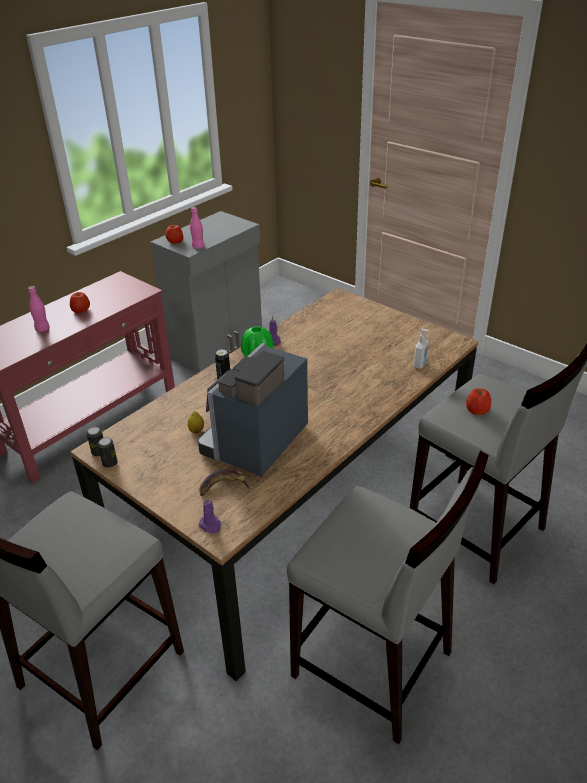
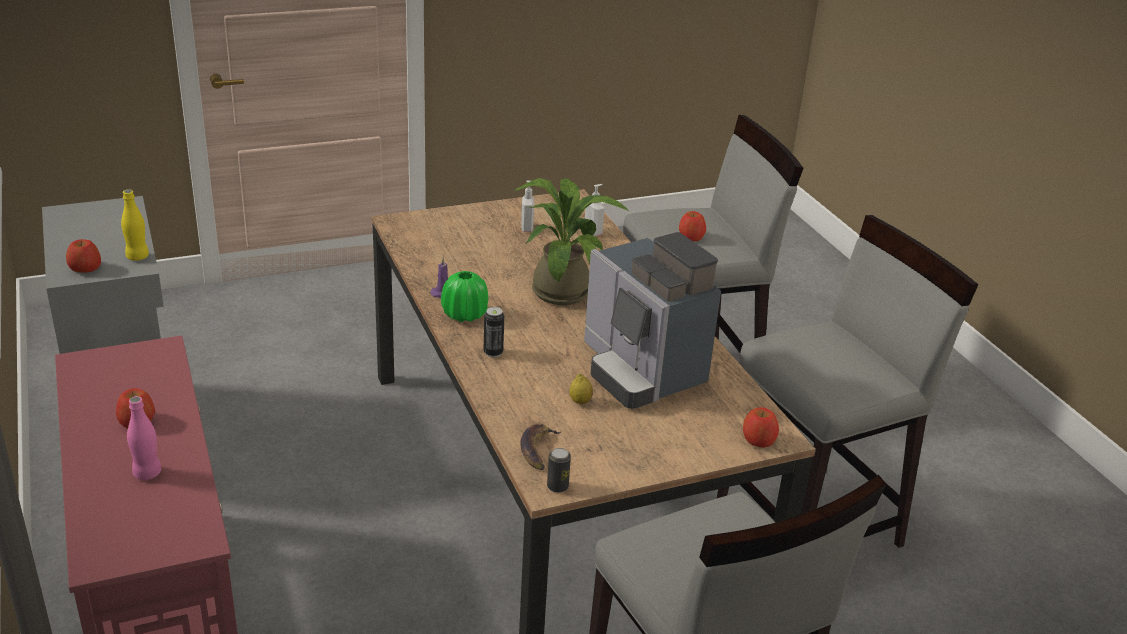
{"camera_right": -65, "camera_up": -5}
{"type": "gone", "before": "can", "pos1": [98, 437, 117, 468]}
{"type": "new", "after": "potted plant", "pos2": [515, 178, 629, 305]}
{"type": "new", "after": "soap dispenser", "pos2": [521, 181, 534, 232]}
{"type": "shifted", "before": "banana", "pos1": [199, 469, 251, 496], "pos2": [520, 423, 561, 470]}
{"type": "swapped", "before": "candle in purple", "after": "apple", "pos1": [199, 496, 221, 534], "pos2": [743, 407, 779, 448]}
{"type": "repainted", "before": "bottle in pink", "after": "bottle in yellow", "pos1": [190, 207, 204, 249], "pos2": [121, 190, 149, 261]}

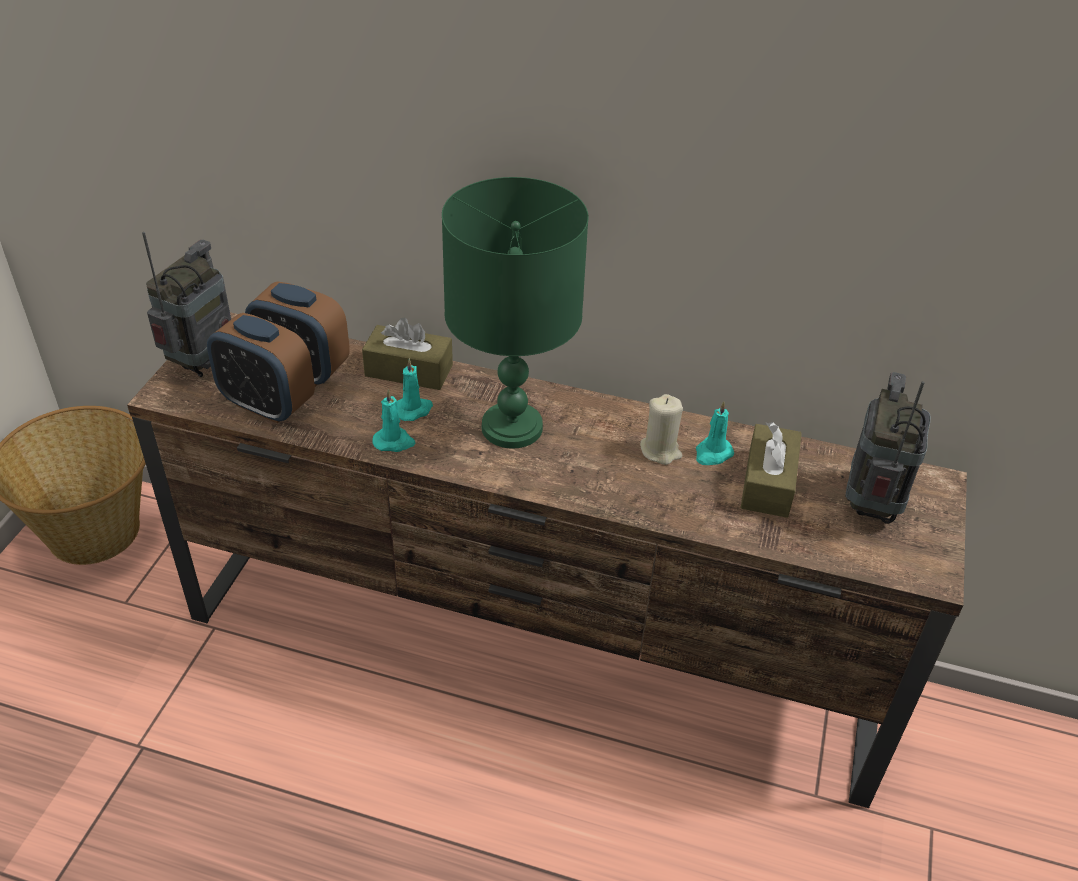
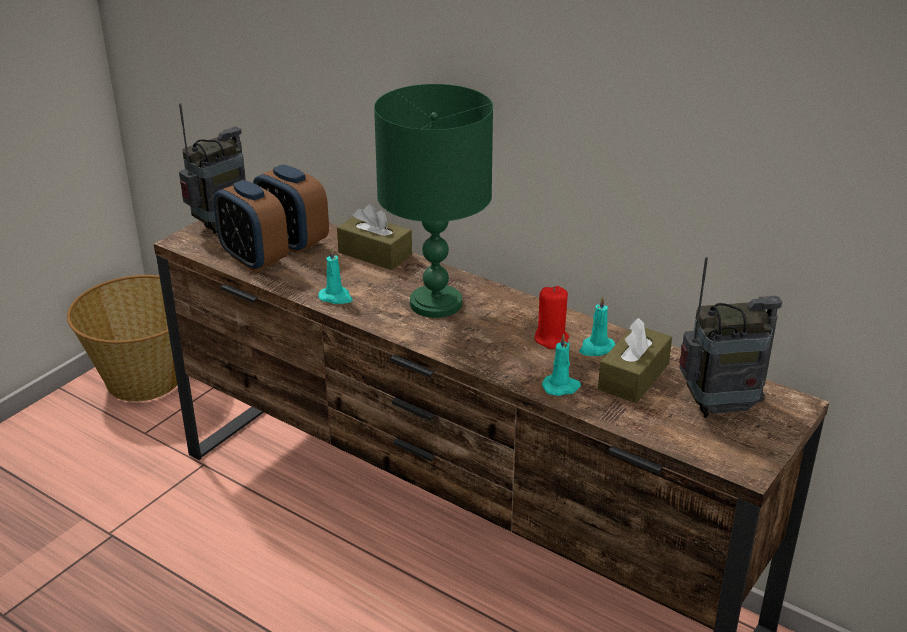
{"camera_right": 20, "camera_up": -10}
{"type": "shifted", "before": "candle in turquoise", "pos1": [397, 358, 433, 421], "pos2": [542, 334, 581, 396]}
{"type": "repainted", "before": "candle in beige", "after": "candle in red", "pos1": [640, 394, 683, 465], "pos2": [535, 286, 569, 349]}
{"type": "rotated", "before": "radio", "pos1": [845, 372, 931, 524], "pos2": [679, 257, 782, 418], "turn": 45}

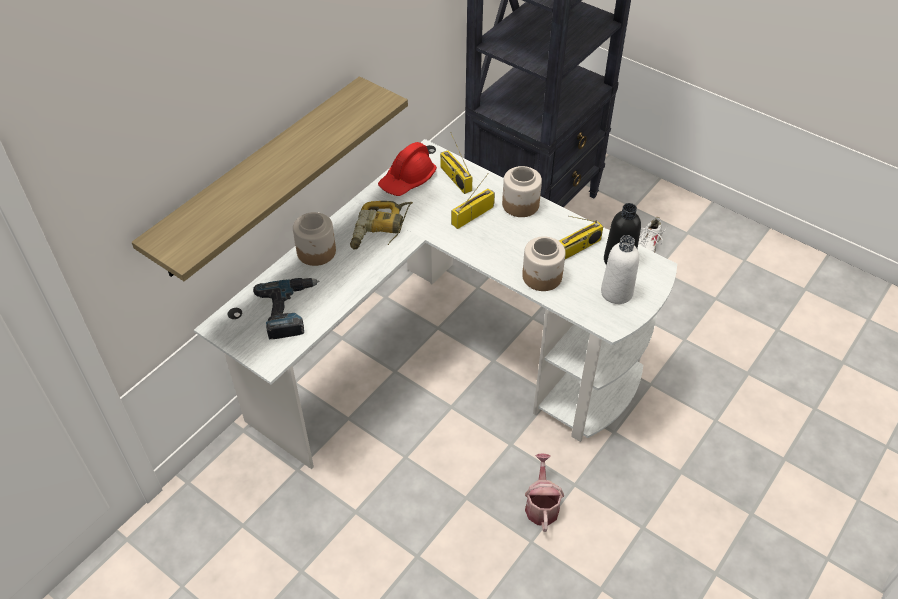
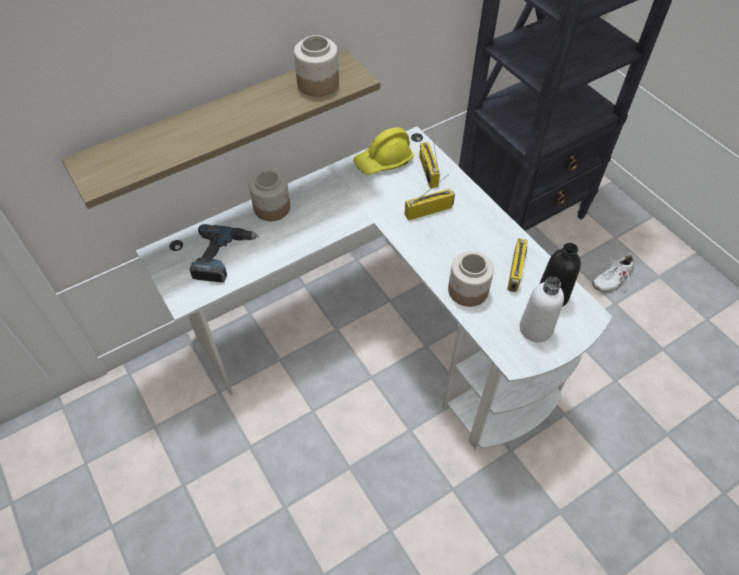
{"camera_right": 20, "camera_up": 5}
{"type": "gone", "before": "power drill", "pos1": [350, 201, 413, 249]}
{"type": "gone", "before": "watering can", "pos1": [525, 454, 564, 532]}
{"type": "shifted", "before": "jar", "pos1": [502, 166, 542, 217], "pos2": [294, 35, 339, 97]}
{"type": "repainted", "before": "hard hat in red", "after": "hard hat in yellow", "pos1": [378, 142, 437, 196], "pos2": [353, 127, 414, 175]}
{"type": "rotated", "before": "radio", "pos1": [559, 216, 603, 259], "pos2": [507, 238, 528, 292], "turn": -60}

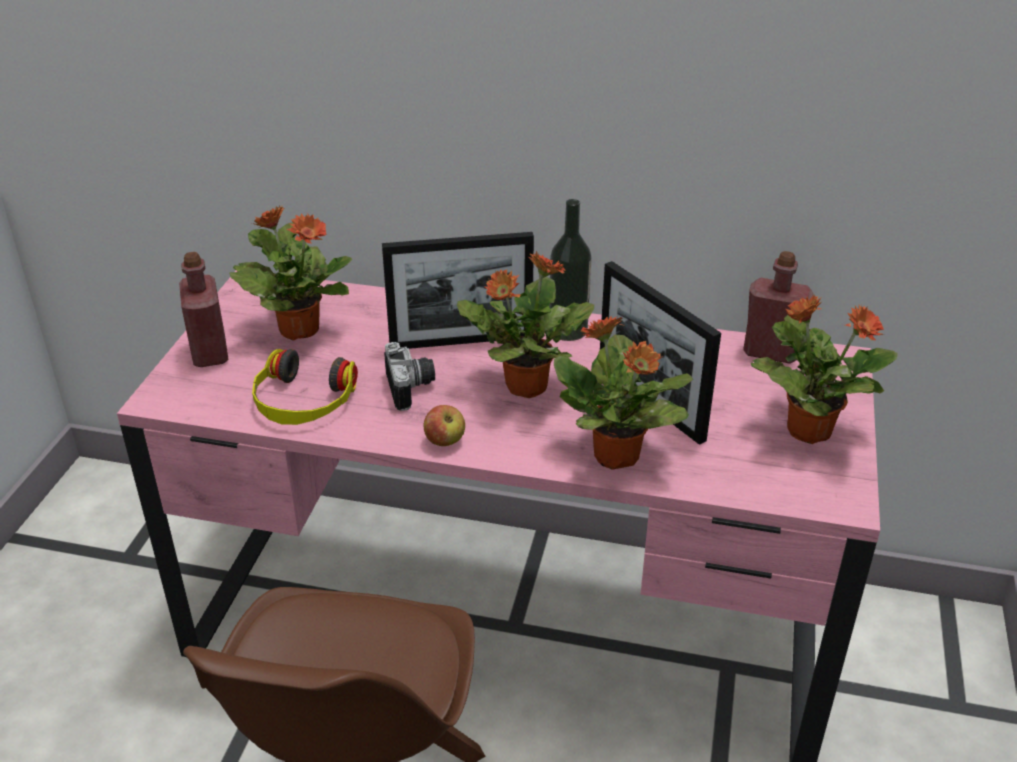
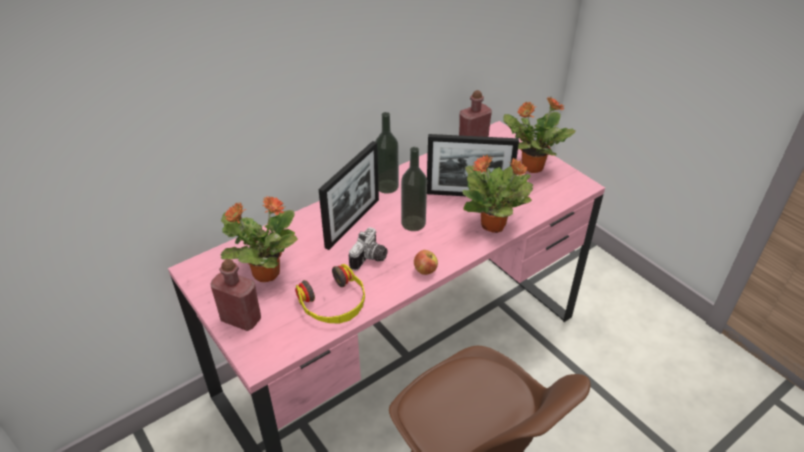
{"camera_right": -50, "camera_up": 5}
{"type": "swapped", "before": "potted plant", "after": "bottle", "pos1": [457, 251, 594, 398], "pos2": [401, 147, 427, 231]}
{"type": "rotated", "before": "photo camera", "pos1": [384, 342, 435, 411], "pos2": [349, 227, 388, 271], "turn": 90}

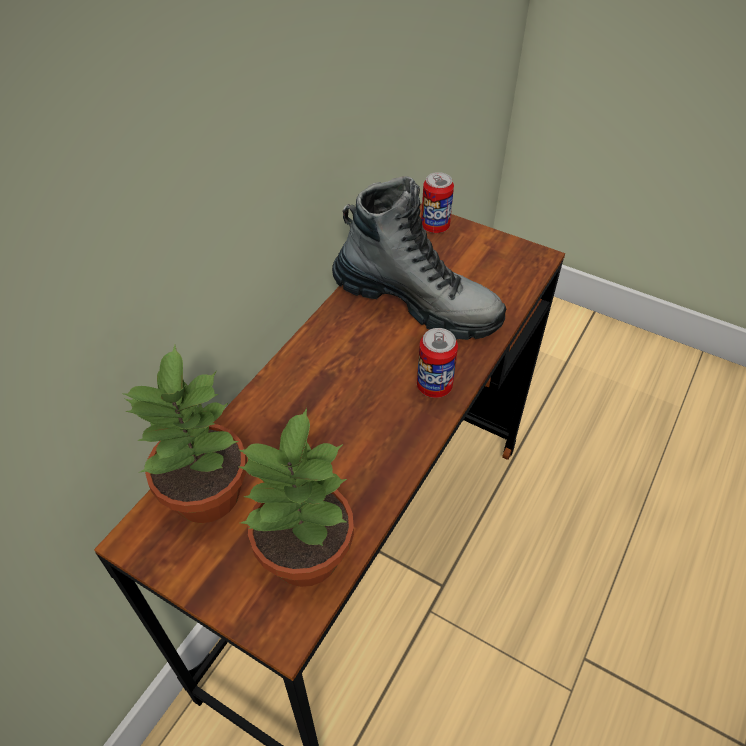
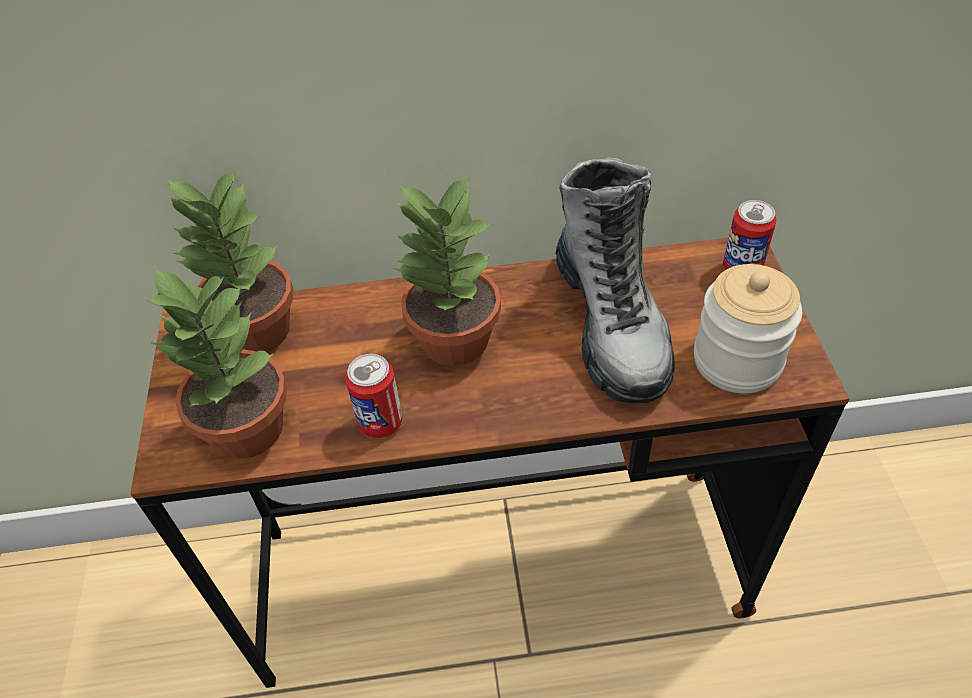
{"camera_right": 55, "camera_up": 0}
{"type": "new", "after": "potted plant", "pos2": [393, 176, 501, 366]}
{"type": "new", "after": "jar", "pos2": [694, 264, 802, 393]}
{"type": "shifted", "before": "can", "pos1": [417, 328, 458, 398], "pos2": [345, 354, 403, 438]}

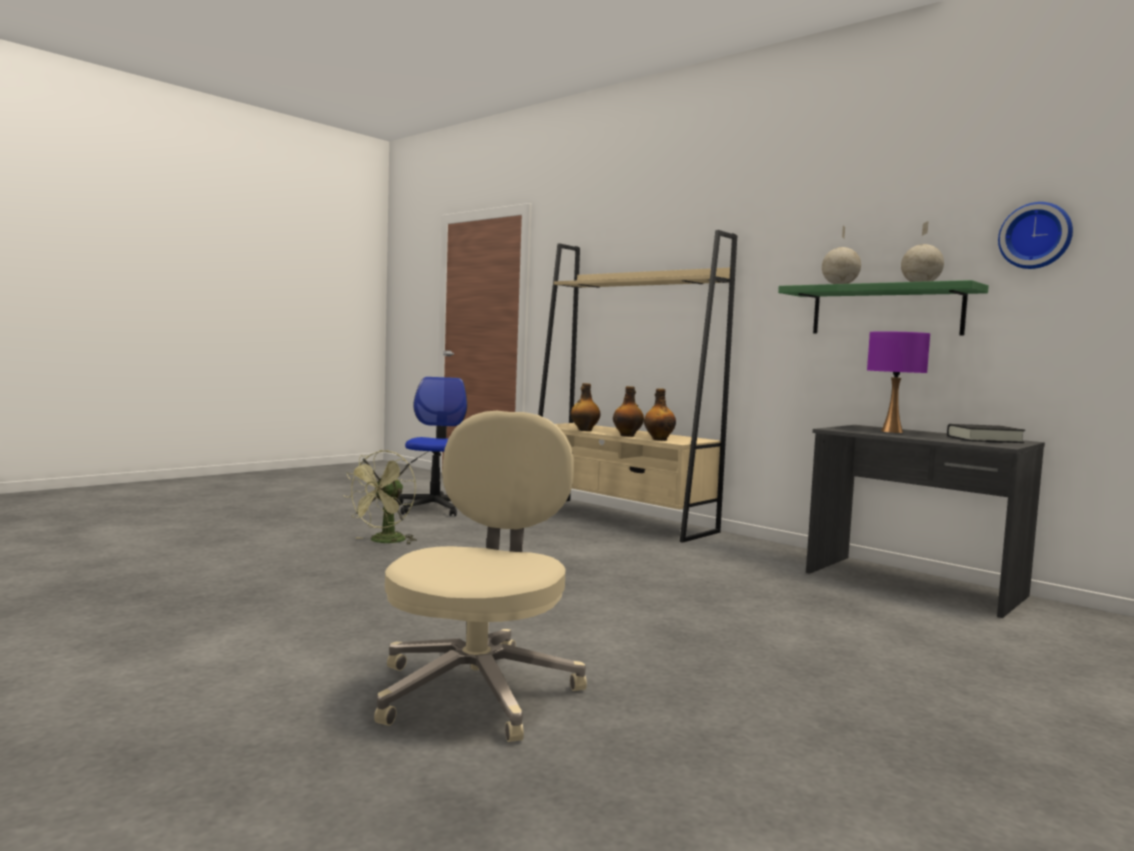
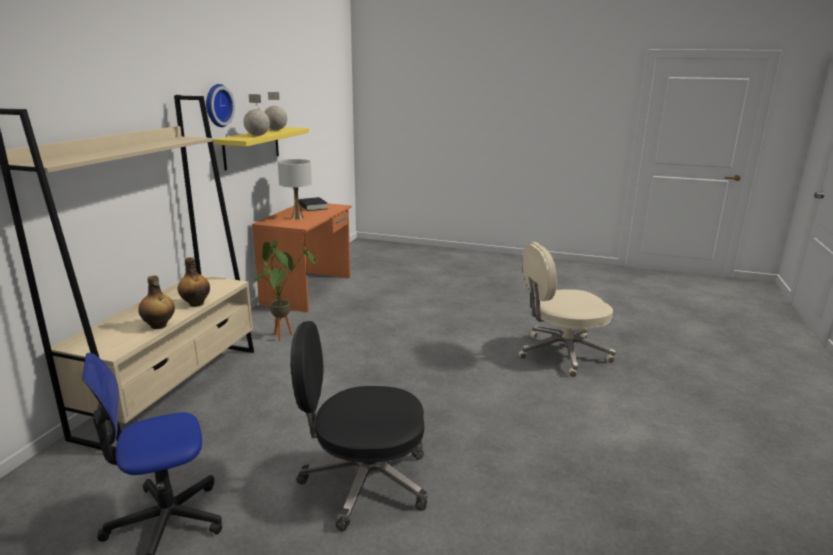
{"camera_right": -115, "camera_up": 15}
{"type": "gone", "before": "bottle", "pos1": [644, 389, 676, 441]}
{"type": "new", "after": "potted plant", "pos2": [254, 240, 317, 341]}
{"type": "shifted", "before": "wall clock", "pos1": [998, 202, 1073, 269], "pos2": [206, 84, 235, 127]}
{"type": "swapped", "before": "fan in green", "after": "office chair in black", "pos1": [343, 450, 417, 545], "pos2": [290, 321, 427, 531]}
{"type": "repainted", "before": "shelf in green", "after": "shelf in yellow", "pos1": [778, 280, 989, 336], "pos2": [214, 127, 309, 171]}
{"type": "repainted", "before": "desk in grey", "after": "desk in orange", "pos1": [806, 425, 1045, 618], "pos2": [252, 203, 351, 312]}
{"type": "repainted", "before": "table lamp in purple", "after": "table lamp in white", "pos1": [867, 331, 930, 433], "pos2": [278, 159, 312, 220]}

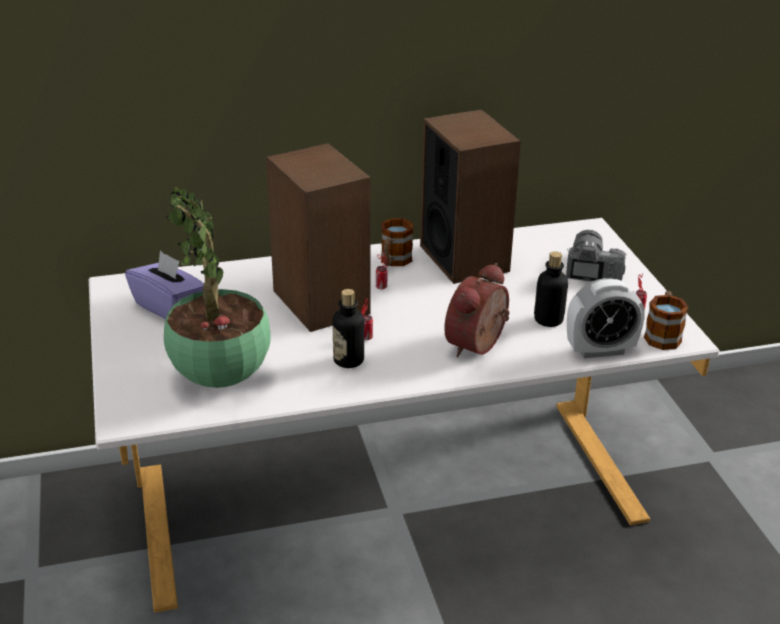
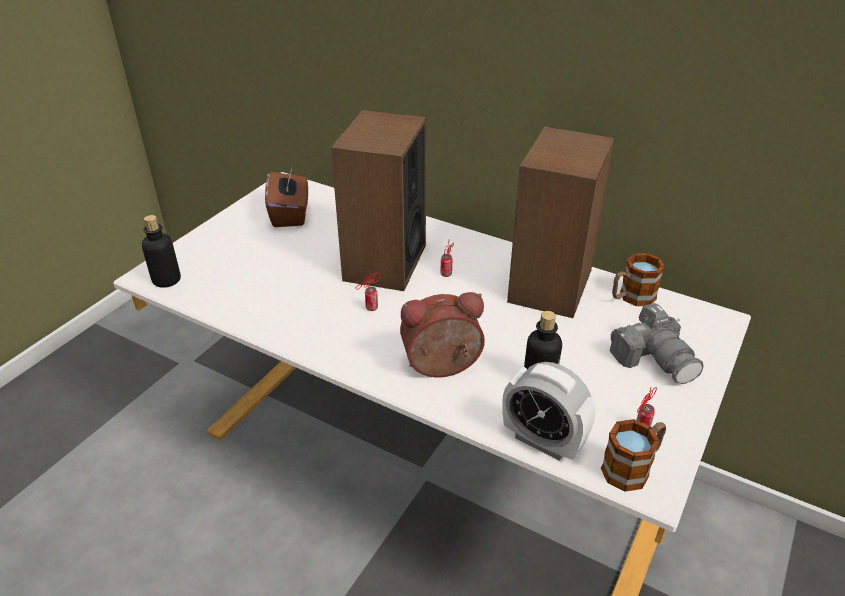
{"camera_right": 45, "camera_up": 5}
{"type": "gone", "before": "potted plant", "pos1": [164, 187, 271, 388]}
{"type": "shifted", "before": "bottle", "pos1": [332, 289, 364, 368], "pos2": [142, 215, 181, 288]}
{"type": "shifted", "before": "mug", "pos1": [381, 218, 413, 266], "pos2": [612, 253, 665, 306]}
{"type": "repainted", "before": "tissue box in purple", "after": "tissue box in brown", "pos1": [125, 251, 204, 319], "pos2": [265, 169, 308, 227]}
{"type": "rotated", "before": "photo camera", "pos1": [566, 230, 627, 282], "pos2": [610, 303, 704, 384], "turn": 105}

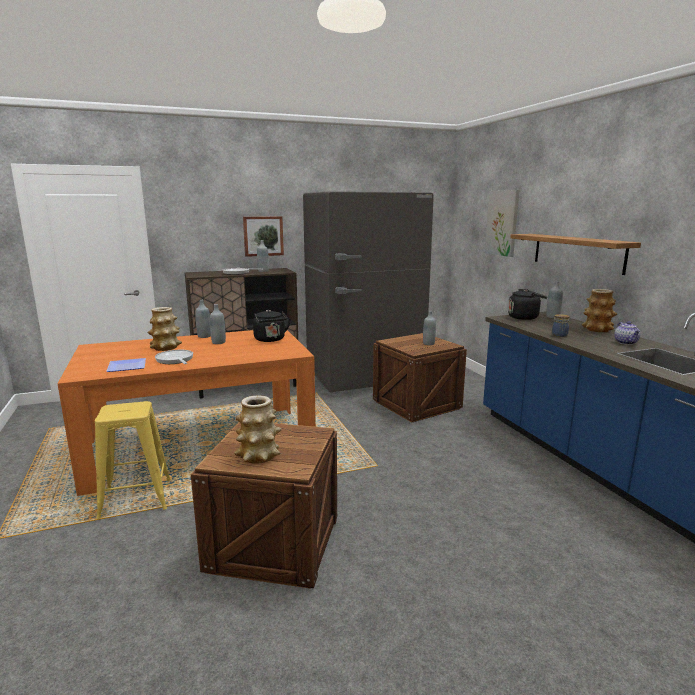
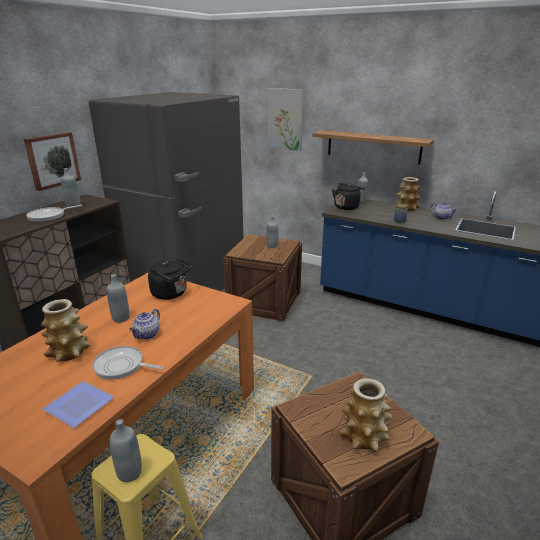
{"camera_right": -40, "camera_up": 10}
{"type": "new", "after": "teapot", "pos2": [129, 309, 160, 339]}
{"type": "shifted", "before": "bottle in grey", "pos1": [195, 300, 211, 338], "pos2": [110, 419, 142, 482]}

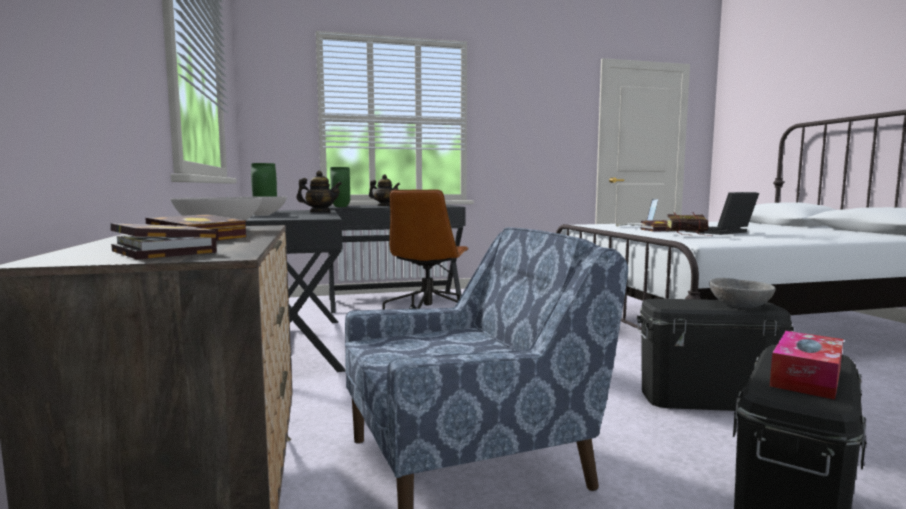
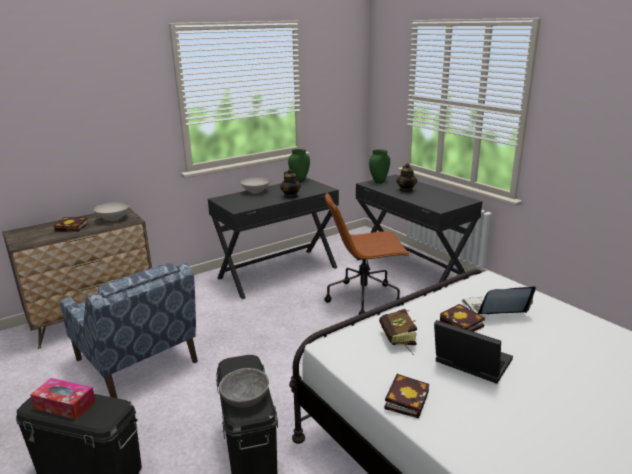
{"camera_right": 70, "camera_up": 15}
{"type": "shifted", "before": "book", "pos1": [110, 223, 217, 259], "pos2": [384, 374, 429, 418]}

